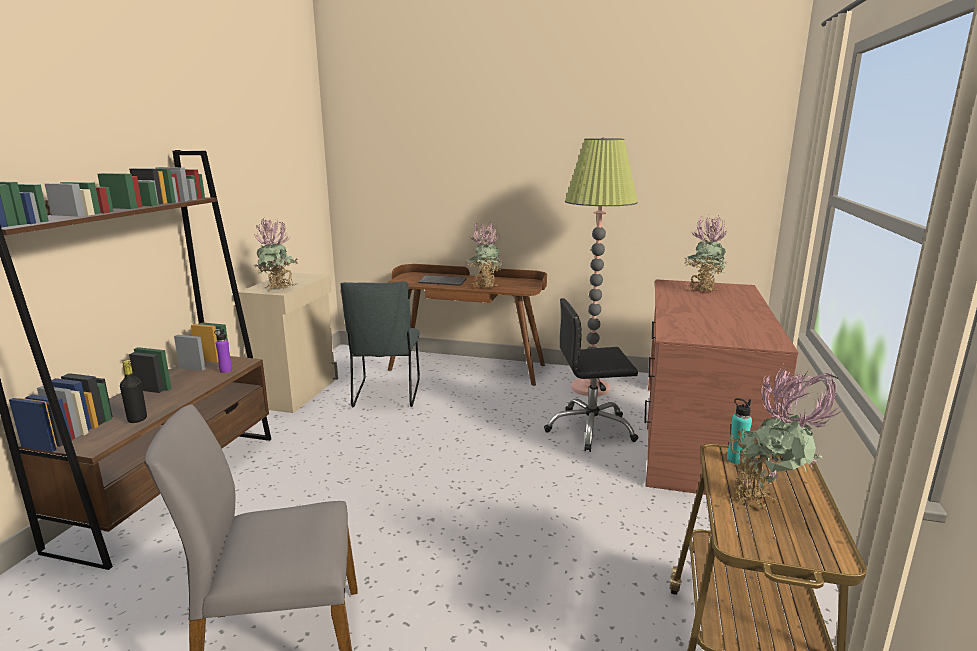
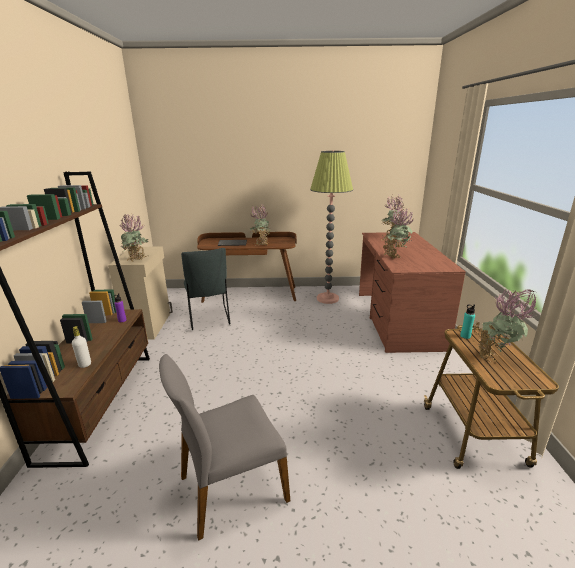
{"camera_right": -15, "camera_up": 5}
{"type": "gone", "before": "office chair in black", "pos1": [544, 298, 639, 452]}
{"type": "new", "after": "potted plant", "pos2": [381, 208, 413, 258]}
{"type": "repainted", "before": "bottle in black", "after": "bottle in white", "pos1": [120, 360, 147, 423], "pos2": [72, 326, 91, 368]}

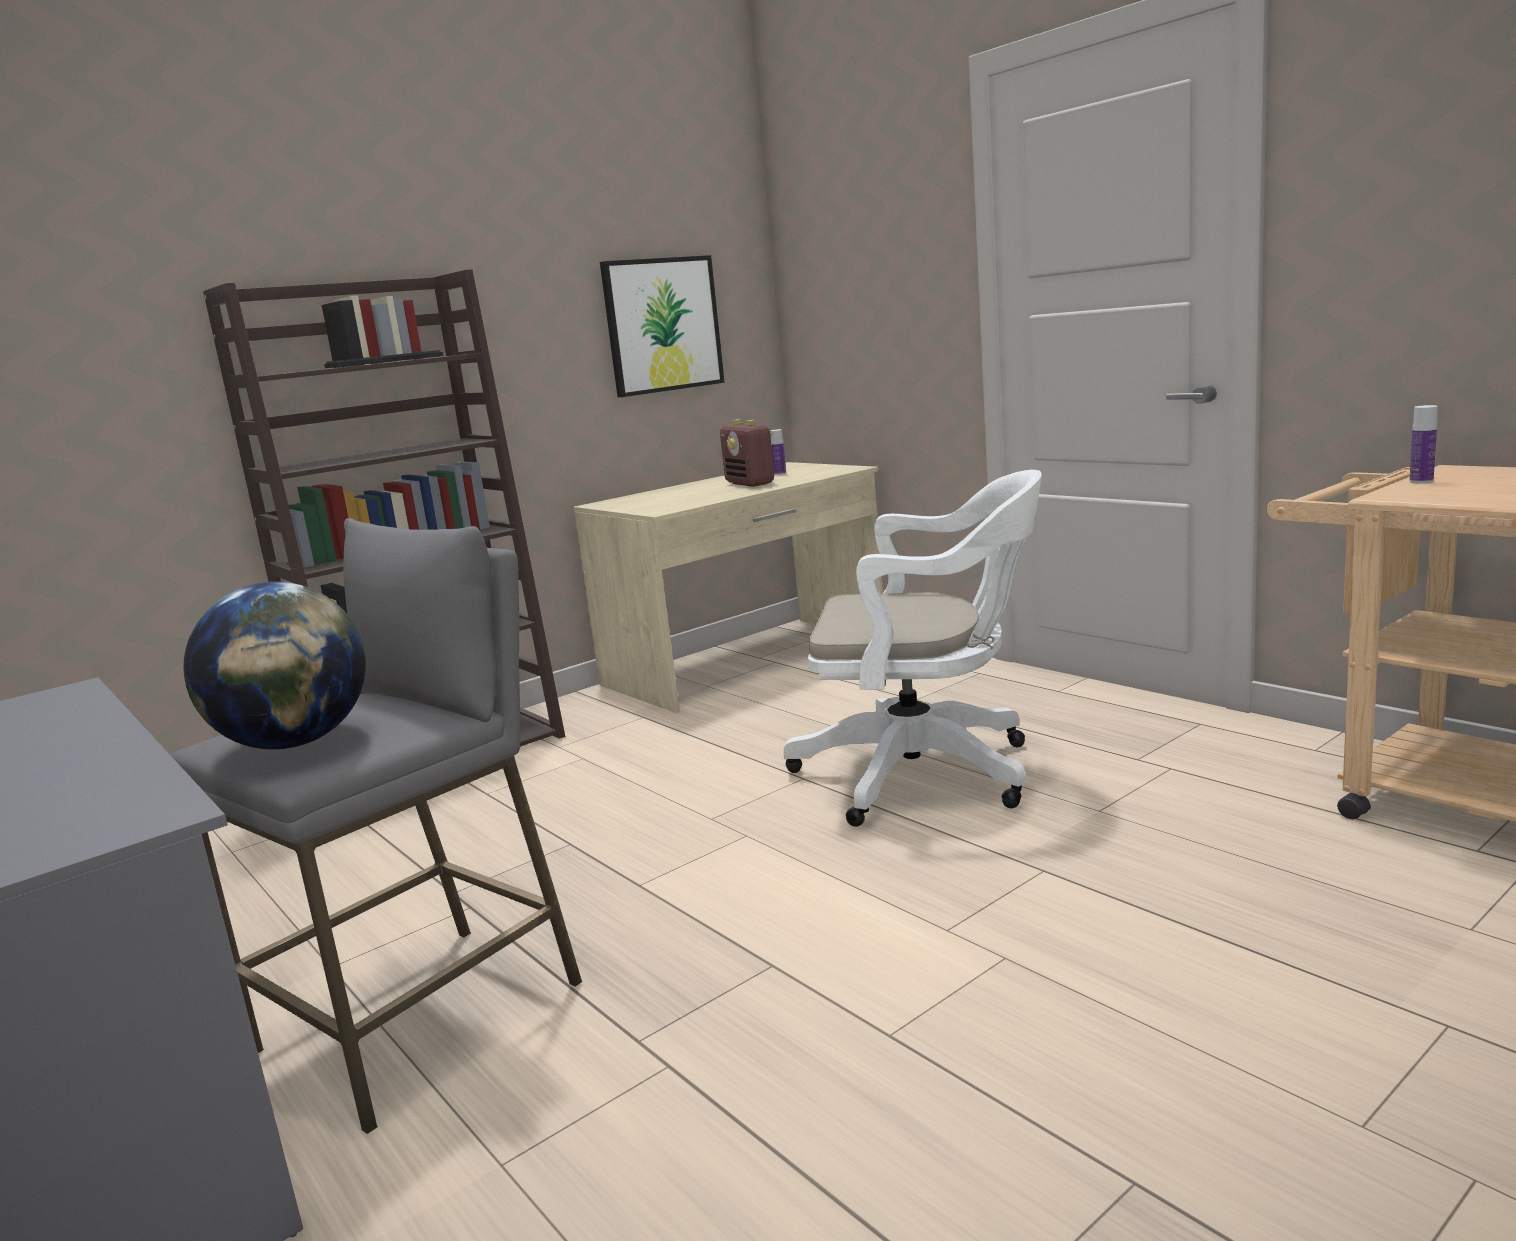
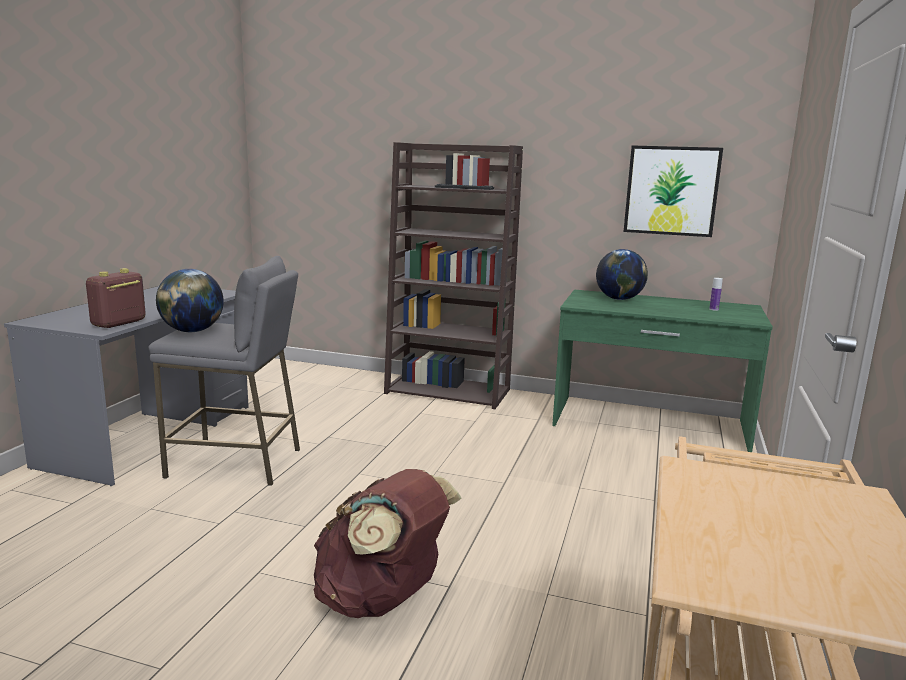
{"camera_right": 55, "camera_up": 0}
{"type": "gone", "before": "office chair in white", "pos1": [783, 470, 1042, 827]}
{"type": "gone", "before": "bottle", "pos1": [1409, 405, 1438, 483]}
{"type": "new", "after": "backpack in brown", "pos2": [314, 469, 462, 618]}
{"type": "new", "after": "globe", "pos2": [596, 249, 648, 300]}
{"type": "shifted", "before": "radio", "pos1": [720, 419, 774, 487], "pos2": [86, 268, 146, 328]}
{"type": "repainted", "before": "desk in beige", "after": "desk in green", "pos1": [574, 462, 883, 713], "pos2": [552, 290, 773, 452]}

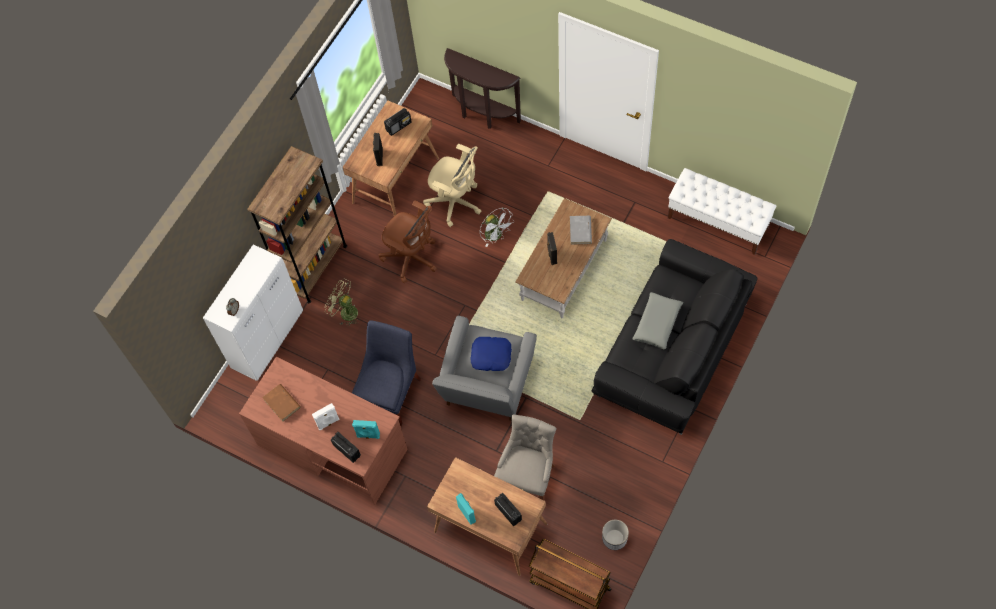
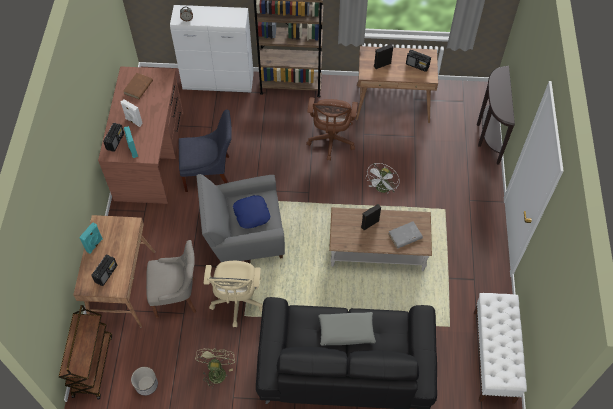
{"camera_right": 60, "camera_up": -5}
{"type": "shifted", "before": "fan in green", "pos1": [325, 279, 359, 327], "pos2": [195, 348, 235, 388]}
{"type": "shifted", "before": "office chair in beige", "pos1": [423, 144, 481, 227], "pos2": [204, 261, 263, 327]}

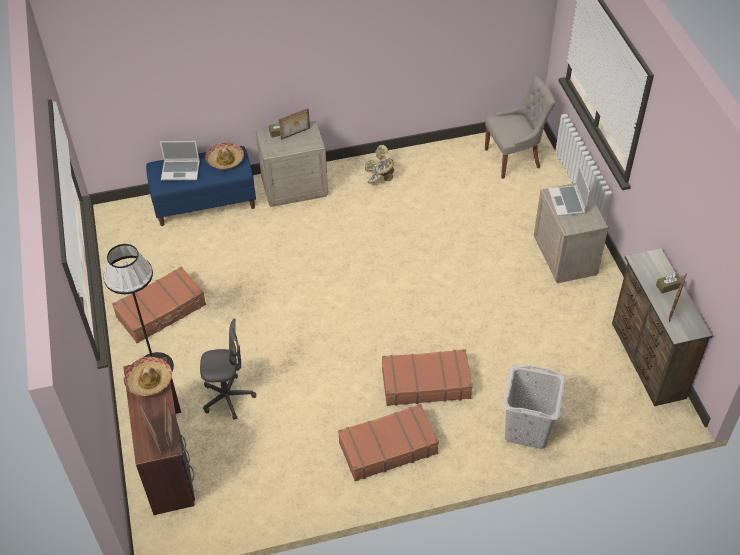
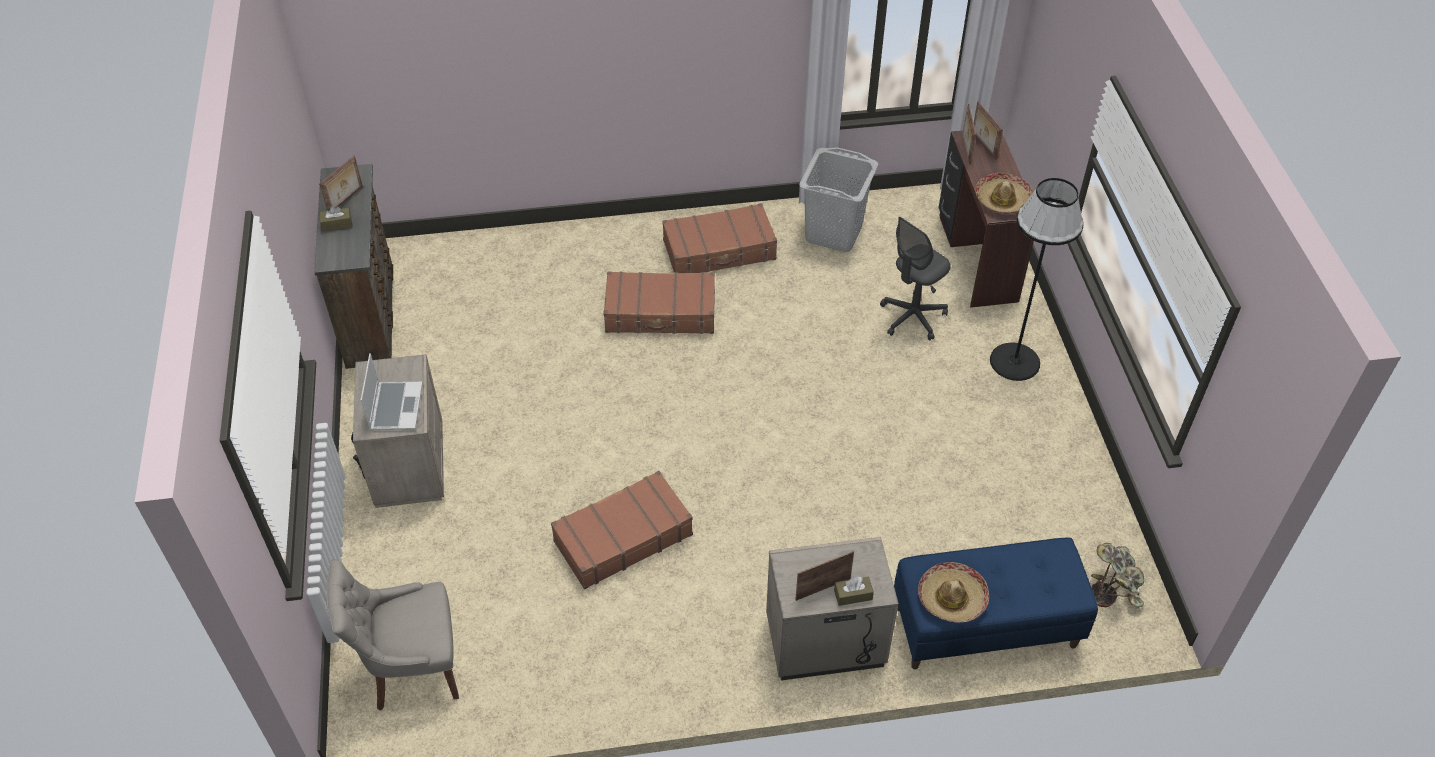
{"camera_right": -175, "camera_up": 0}
{"type": "gone", "before": "laptop", "pos1": [160, 141, 200, 181]}
{"type": "shifted", "before": "suitcase in brown", "pos1": [112, 266, 206, 343], "pos2": [551, 471, 693, 589]}
{"type": "shifted", "before": "potted plant", "pos1": [365, 145, 394, 184], "pos2": [1091, 543, 1144, 608]}
{"type": "shifted", "before": "laundry basket in grey", "pos1": [502, 365, 566, 449], "pos2": [799, 147, 879, 252]}
{"type": "rotated", "before": "office chair in grey", "pos1": [200, 318, 256, 420], "pos2": [880, 217, 950, 340], "turn": -45}

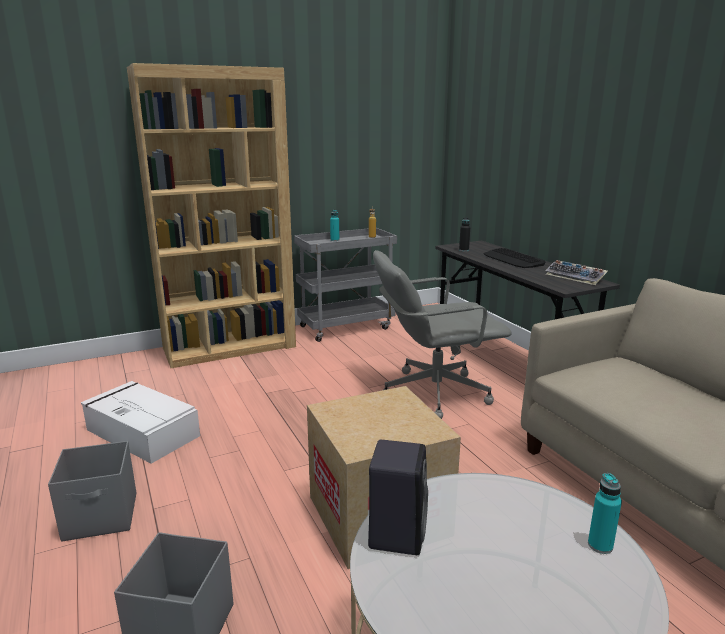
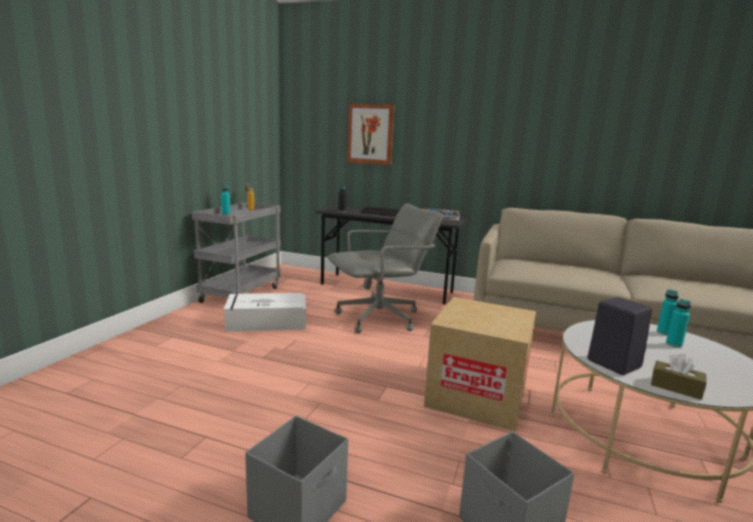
{"camera_right": -45, "camera_up": -5}
{"type": "gone", "before": "bookcase in brown", "pos1": [127, 63, 296, 368]}
{"type": "new", "after": "picture", "pos2": [347, 104, 394, 165]}
{"type": "new", "after": "tissue box in brown", "pos2": [651, 353, 706, 400]}
{"type": "new", "after": "bottle in turquoise", "pos2": [666, 299, 691, 348]}
{"type": "shifted", "before": "storage box in white", "pos1": [81, 381, 200, 464], "pos2": [224, 293, 306, 332]}
{"type": "rotated", "before": "office chair in grey", "pos1": [373, 250, 512, 419], "pos2": [328, 204, 443, 333], "turn": -150}

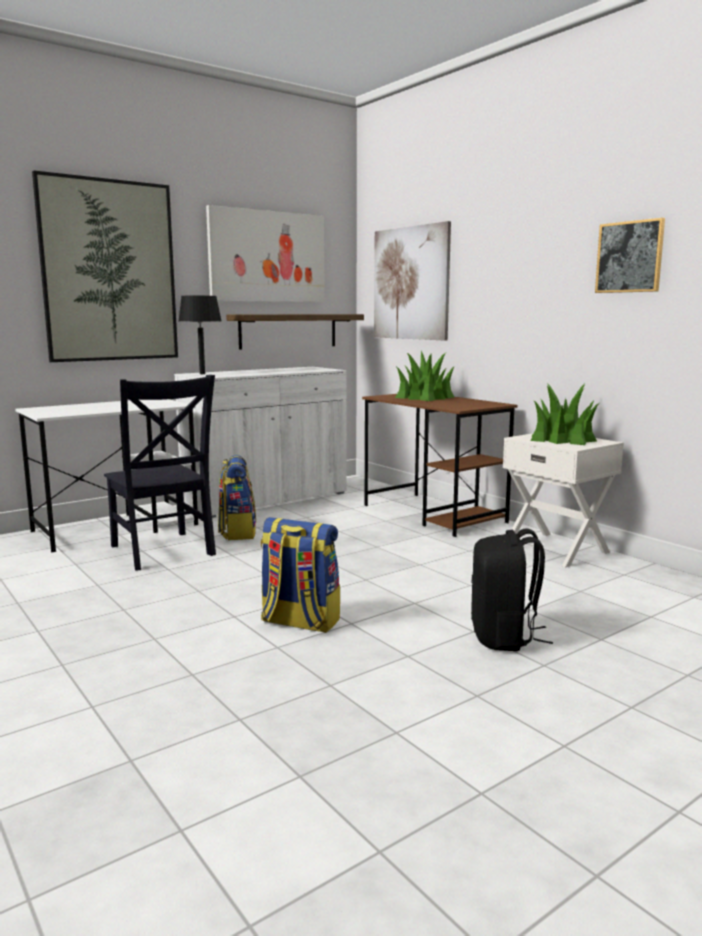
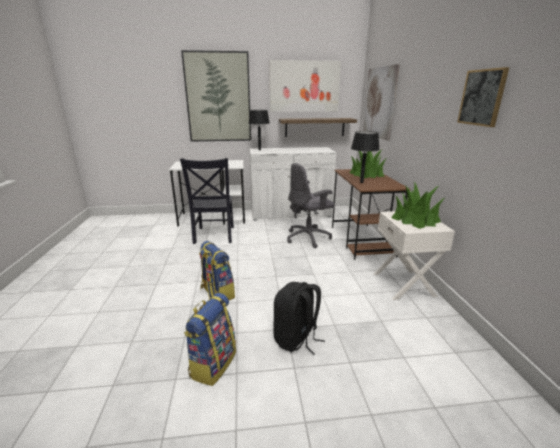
{"camera_right": 30, "camera_up": 10}
{"type": "new", "after": "office chair in grey", "pos2": [287, 163, 335, 248]}
{"type": "new", "after": "table lamp in black", "pos2": [351, 131, 380, 183]}
{"type": "shifted", "before": "backpack", "pos1": [218, 455, 256, 540], "pos2": [184, 293, 236, 386]}

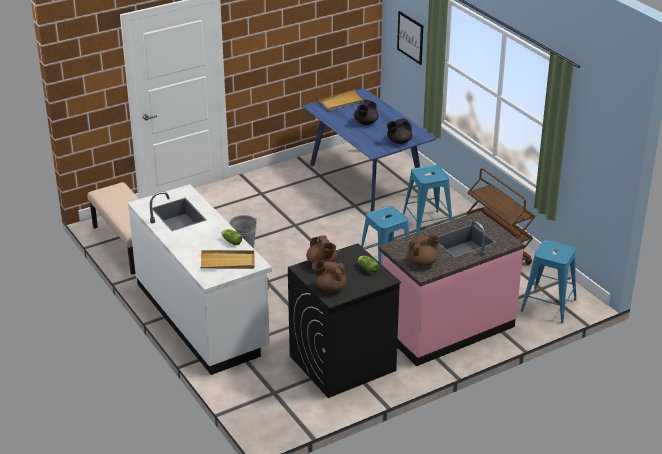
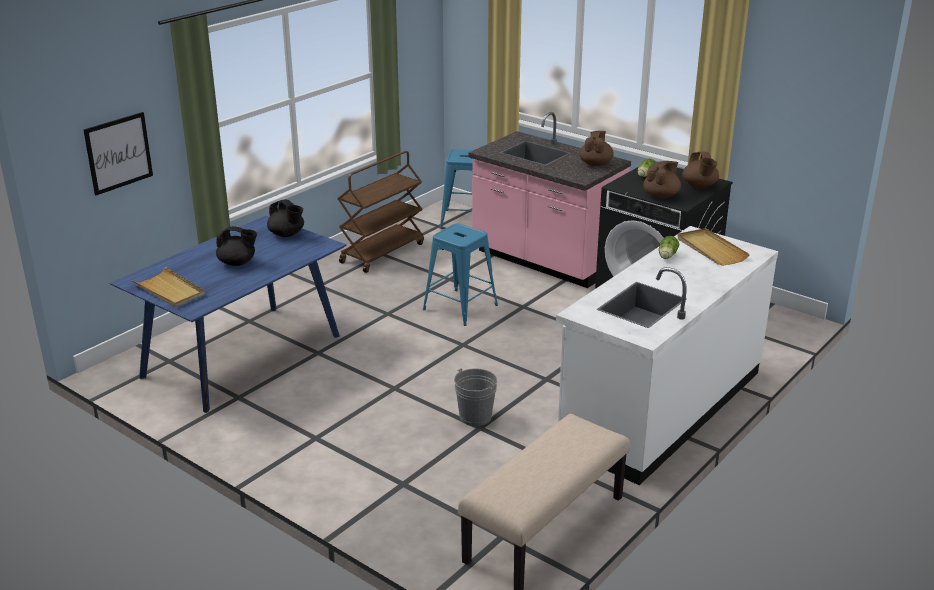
{"camera_right": -110, "camera_up": -5}
{"type": "gone", "before": "stool in blue", "pos1": [403, 165, 452, 233]}
{"type": "rotated", "before": "teapot in brown", "pos1": [407, 235, 440, 267], "pos2": [579, 131, 614, 166], "turn": 60}

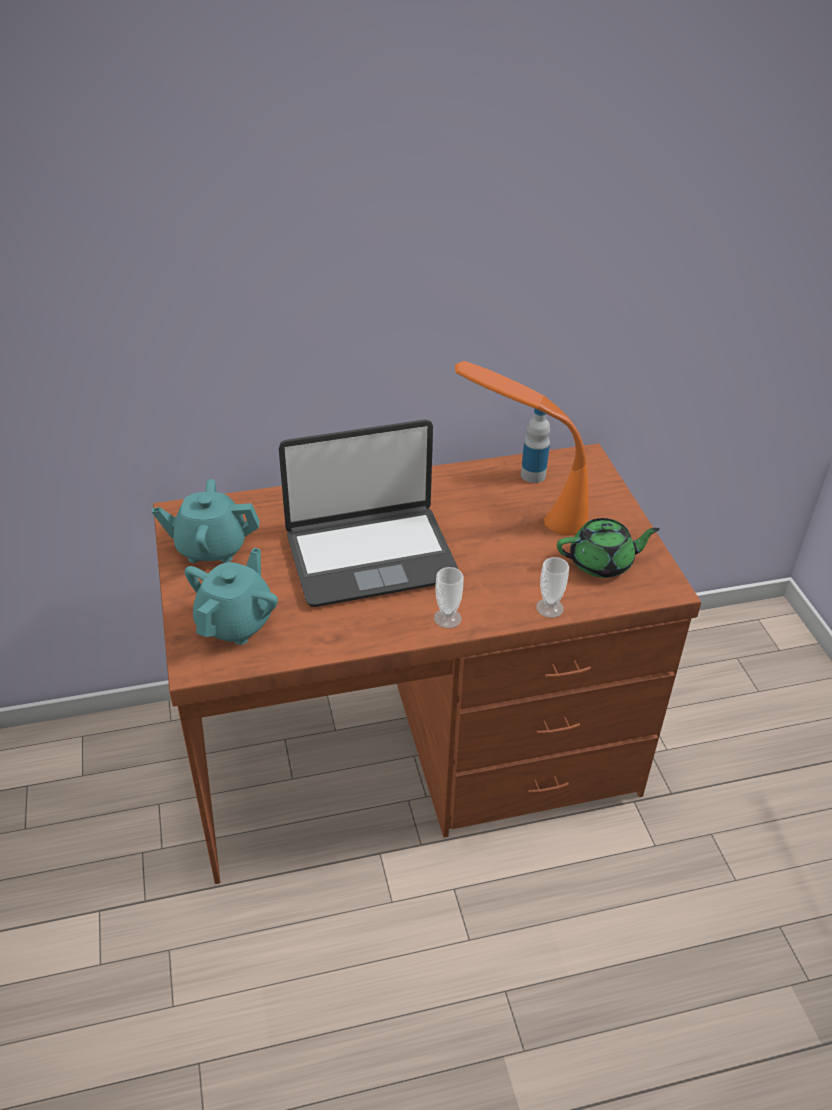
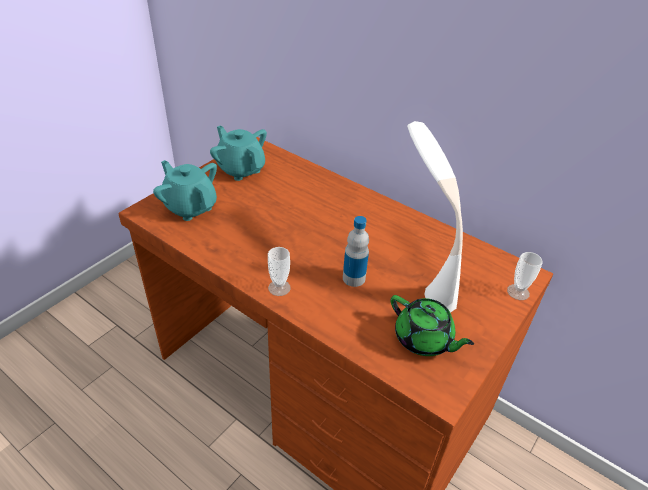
{"camera_right": 50, "camera_up": 0}
{"type": "gone", "before": "laptop", "pos1": [279, 419, 458, 607]}
{"type": "shifted", "before": "bottle", "pos1": [521, 408, 550, 483], "pos2": [343, 216, 369, 287]}
{"type": "shifted", "before": "cup", "pos1": [536, 557, 569, 618], "pos2": [507, 252, 543, 300]}
{"type": "repainted", "before": "table lamp in orange", "after": "table lamp in white", "pos1": [455, 361, 589, 535], "pos2": [407, 121, 463, 313]}
{"type": "rotated", "before": "teapot in turquoise", "pos1": [185, 548, 278, 645], "pos2": [153, 160, 217, 221], "turn": -120}

